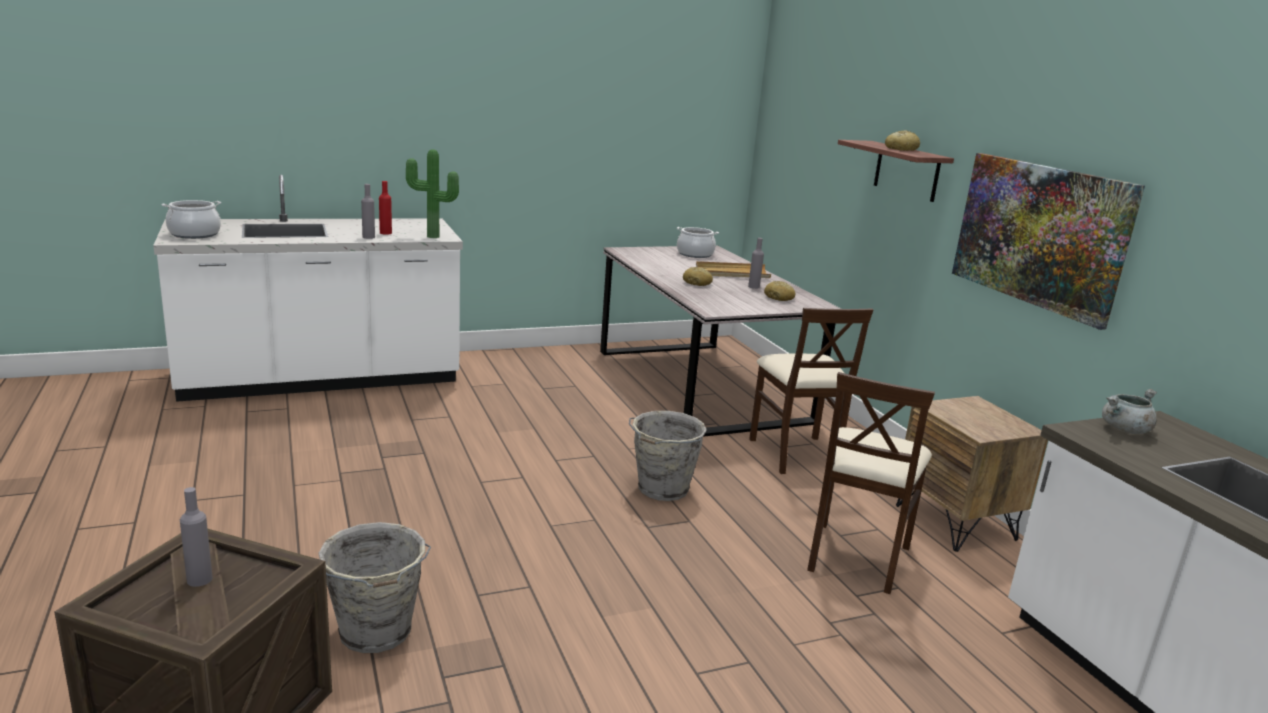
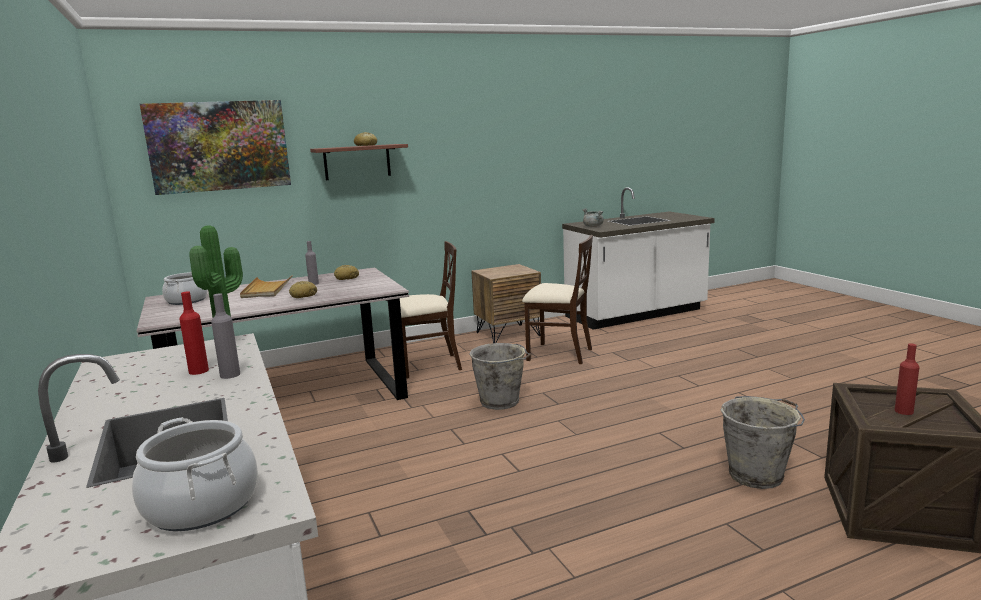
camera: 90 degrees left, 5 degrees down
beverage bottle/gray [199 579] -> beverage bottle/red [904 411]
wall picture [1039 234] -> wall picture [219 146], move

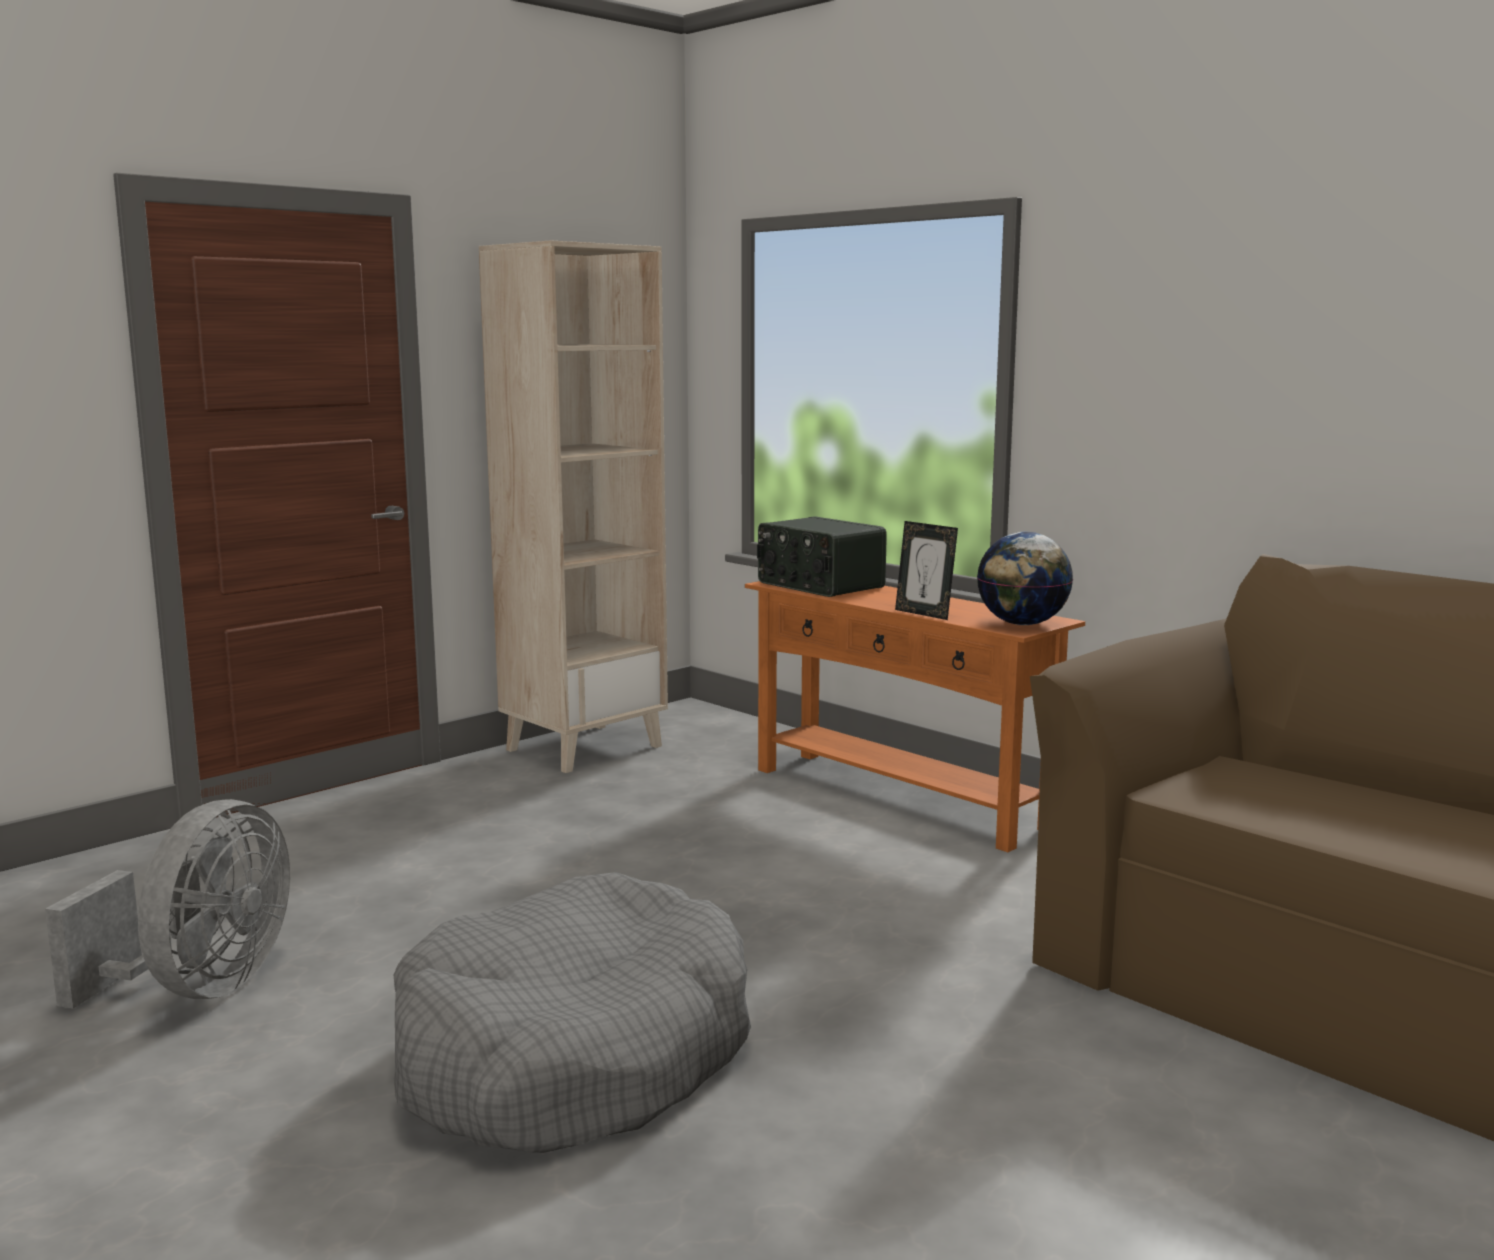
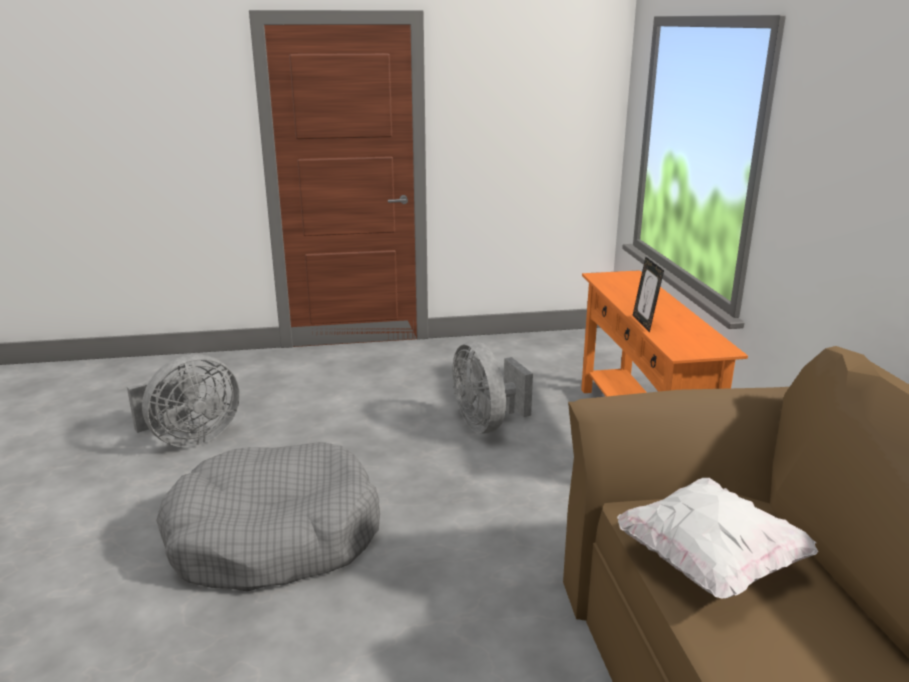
camera: 35 degrees right, 10 degrees up
bookshelf/beige-coloured [584 747] -> none
radio [819 585] -> none
world globe [1022 624] -> none
none -> fan/gray [486 424]
none -> pillow/whitish [709 563]

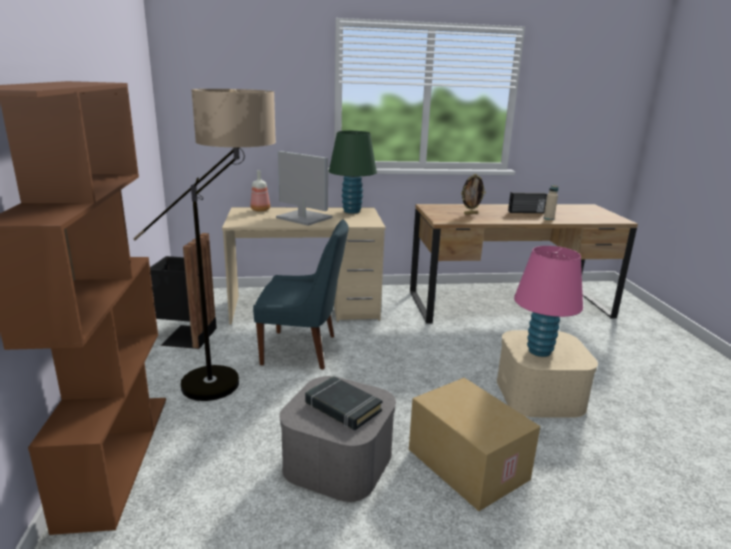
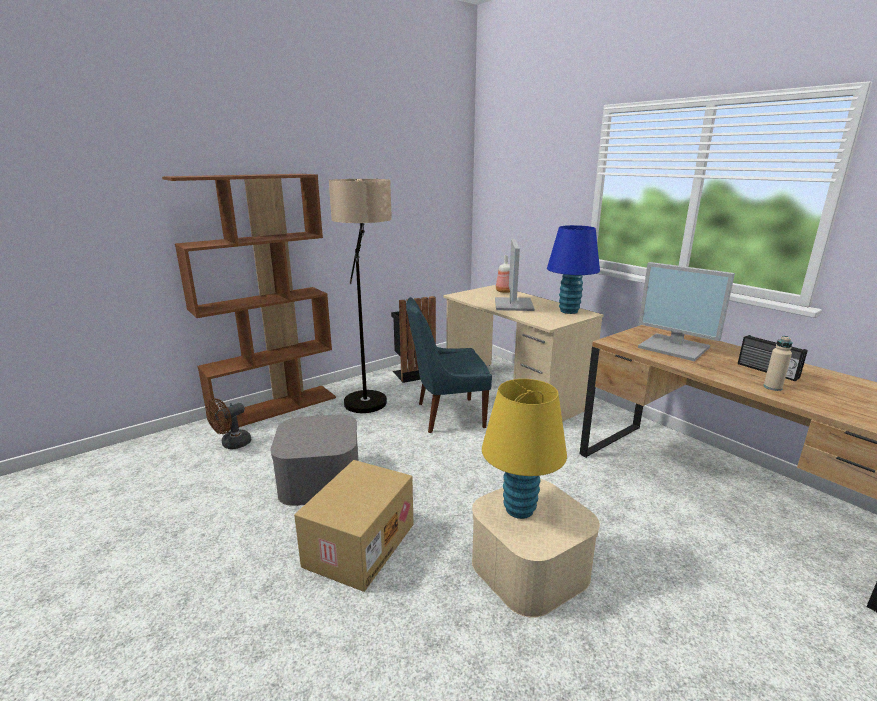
camera: 60 degrees right, 0 degrees up
chair/blue-coloured [302 350] -> chair/blue-coloured [447 415], 105 degrees clockwise
bound book/black [342 407] -> none
table lamp/greenish [351 211] -> table lamp/blue-coloured [569 311]
picture frame [470 213] -> computer screen [675 347]
table lamp/pink [539 351] -> table lamp/yellowish [519 509]
none -> fan/brown [232 444]

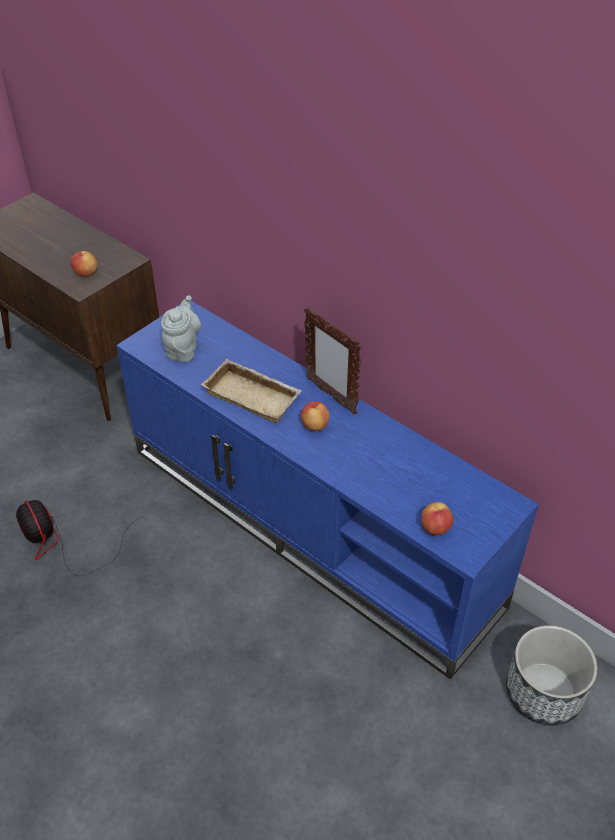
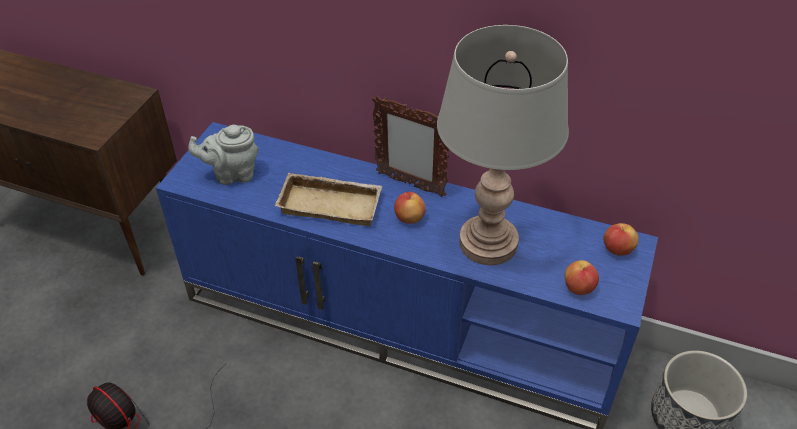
camera: 20 degrees left, 0 degrees up
whole apple [86 273] -> whole apple [617 249], move
teapot/gray [183 349] -> teapot/gray [232 174], 90 degrees counterclockwise
none -> table lamp/gray [488 243]

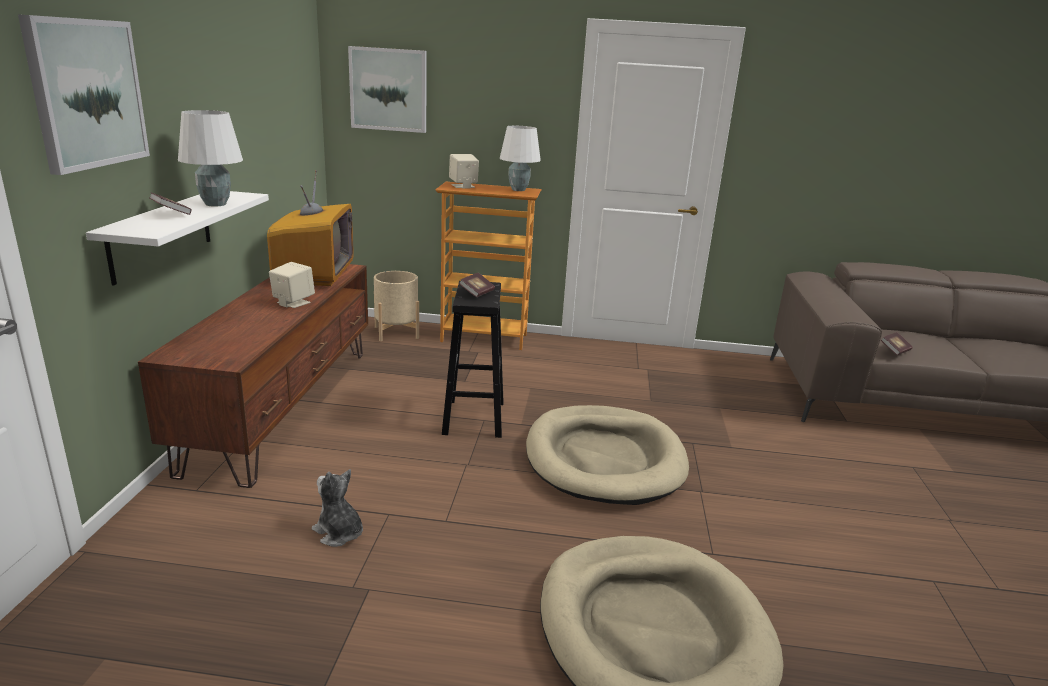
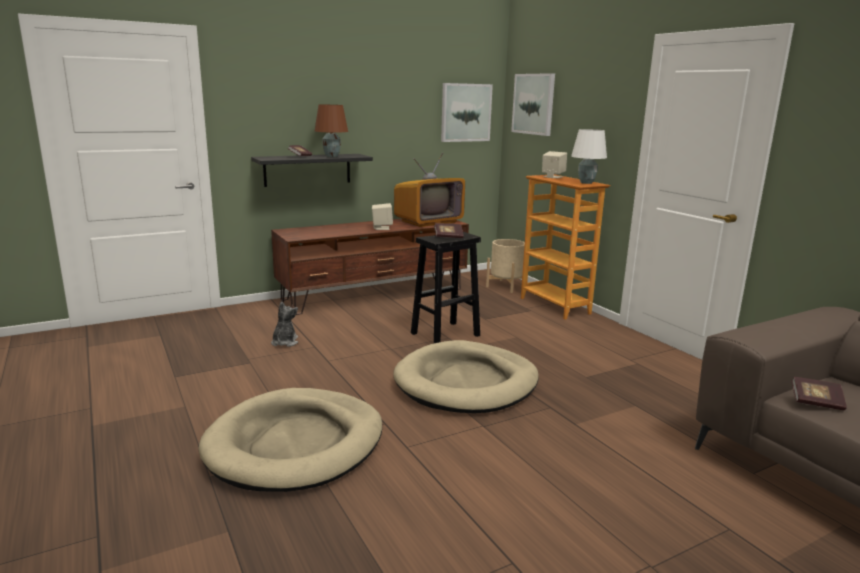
camera: 55 degrees right, 5 degrees down
wall picture [87 93] -> wall picture [465 112], move
bracket shelf/whitish [161 234] -> bracket shelf/black [307 169]
table lamp/whitish [216 204] -> table lamp/brown [332 156]

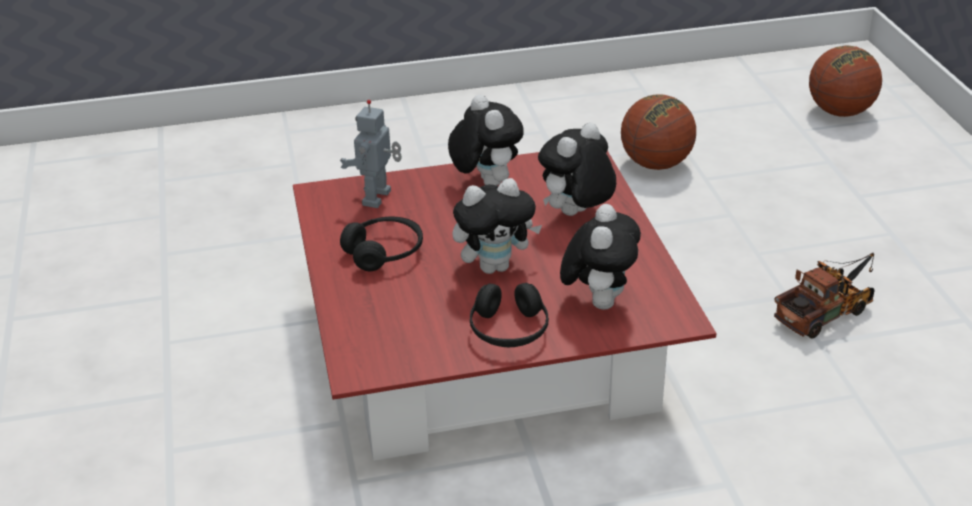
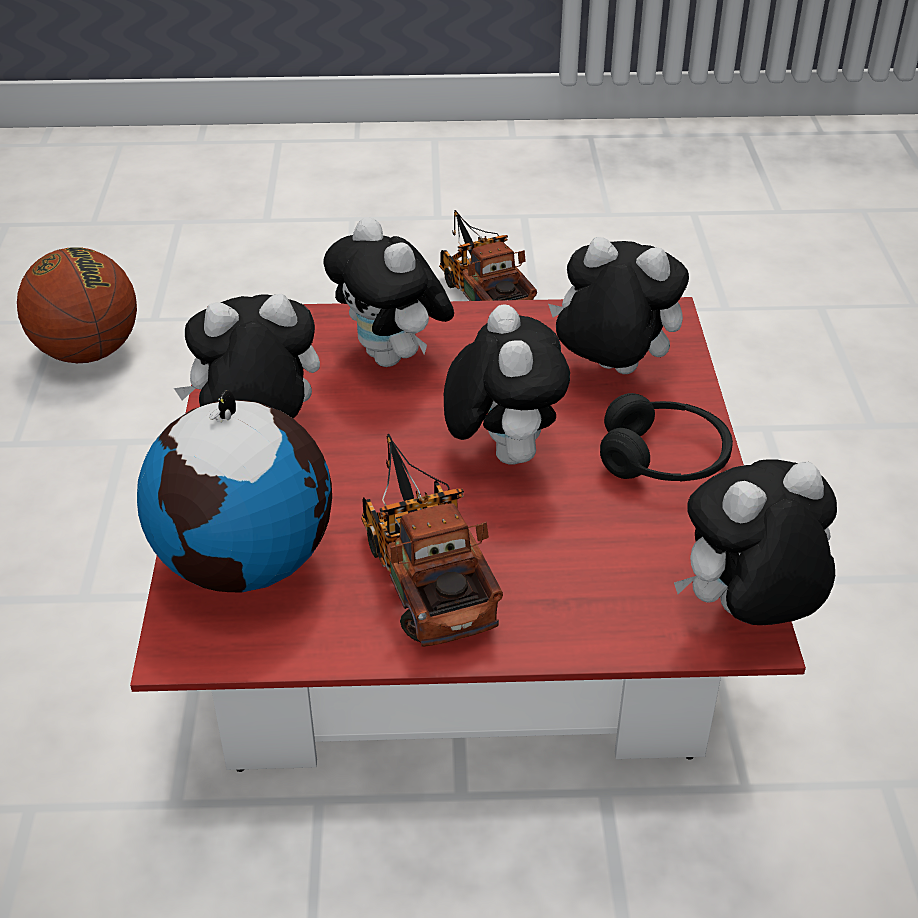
camera: 80 degrees left, 5 degrees up
model robot [378 198] -> world globe [248 563]
headset/black [384 252] -> toy truck [424 570]
ball for basketball [840 112] -> none
none -> cuddly toy [746 615]

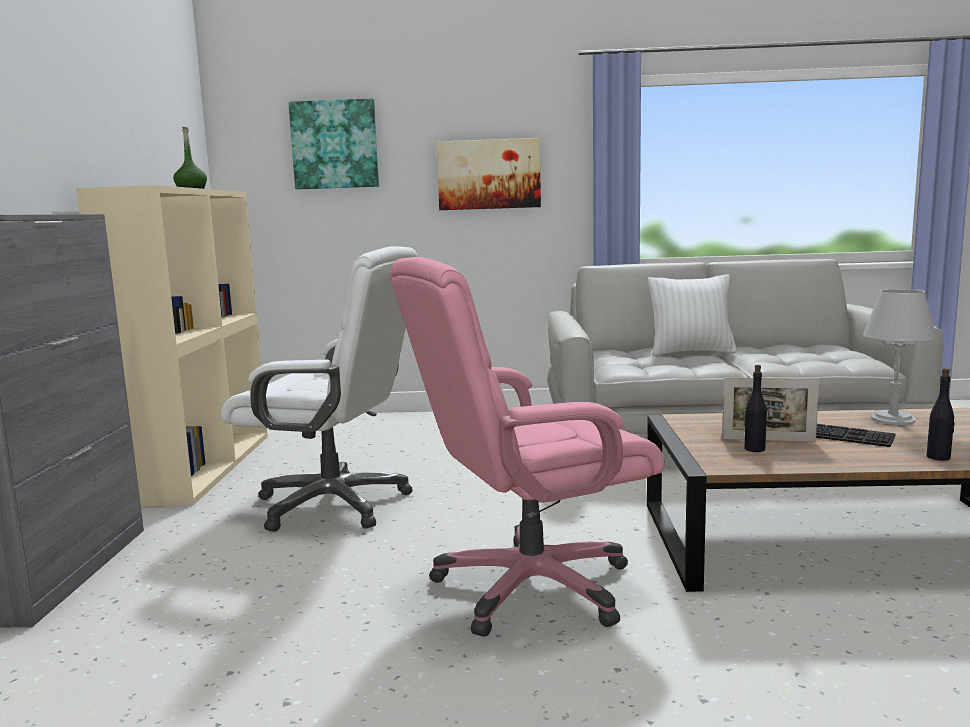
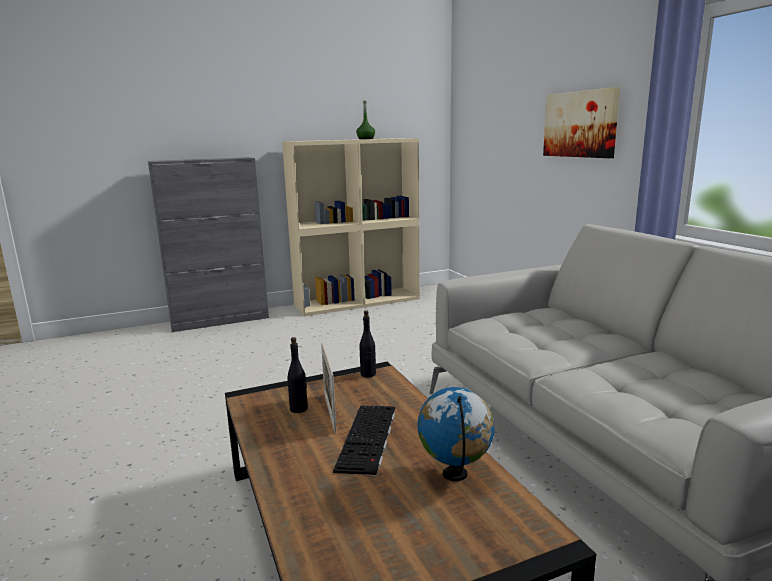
camera: 65 degrees right, 5 degrees up
desk chair/whitish [334 504] -> none
wall picture [335 144] -> none
desk chair/pink [530 588] -> none
pillow/whitish [691 352] -> none
table lamp/gray [892 419] -> world globe [455 474]
beverage bottle/black [938 457] -> beverage bottle/black [368 374], move

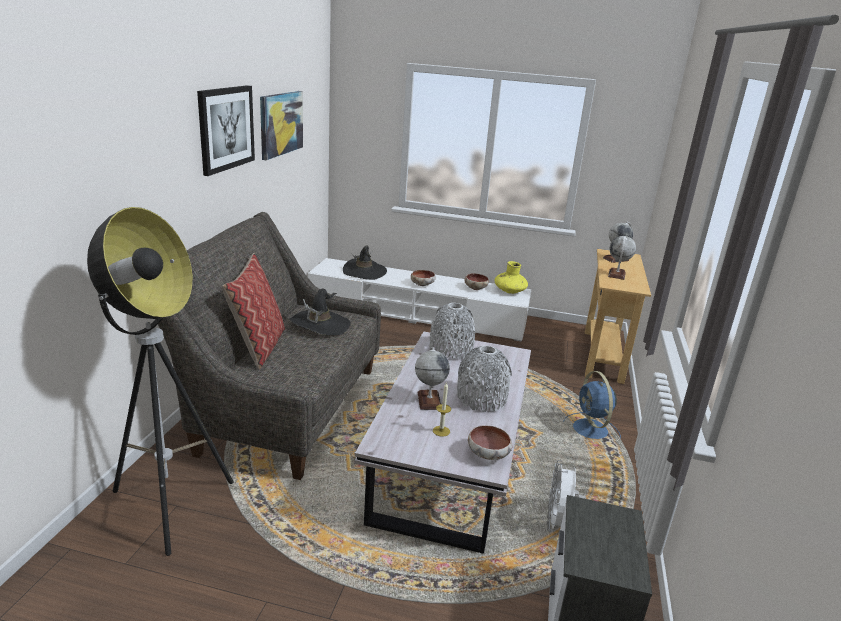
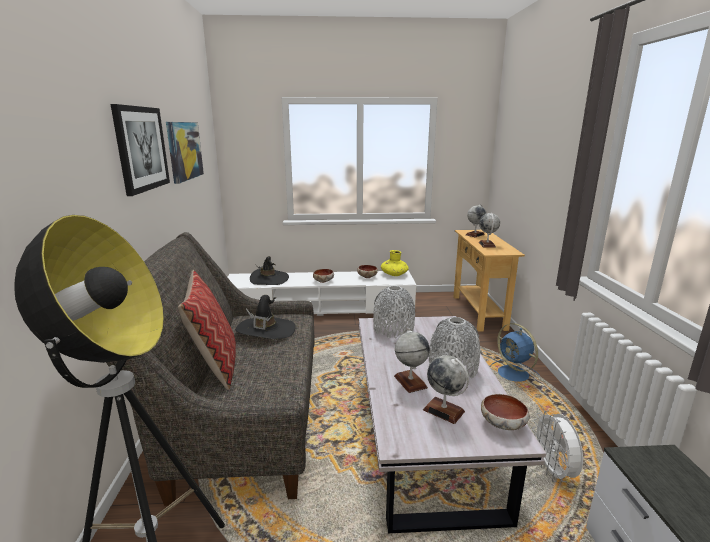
camera: 15 degrees left, 5 degrees down
wax light [441 431] -> world globe [444 410]

